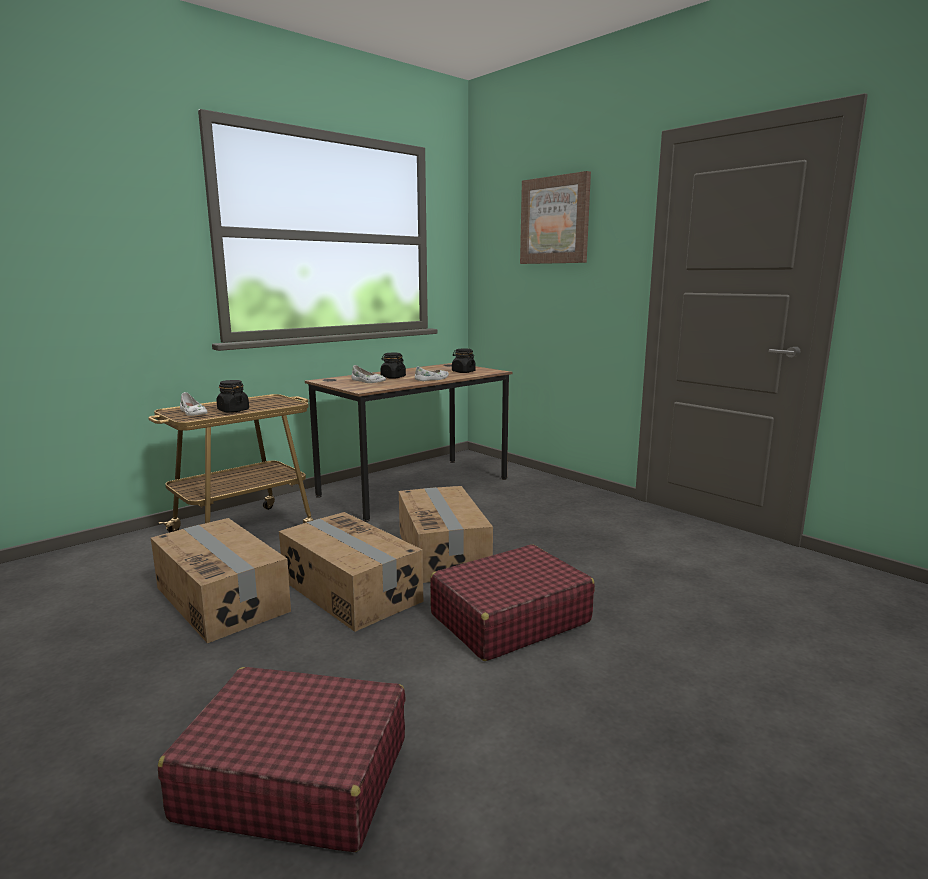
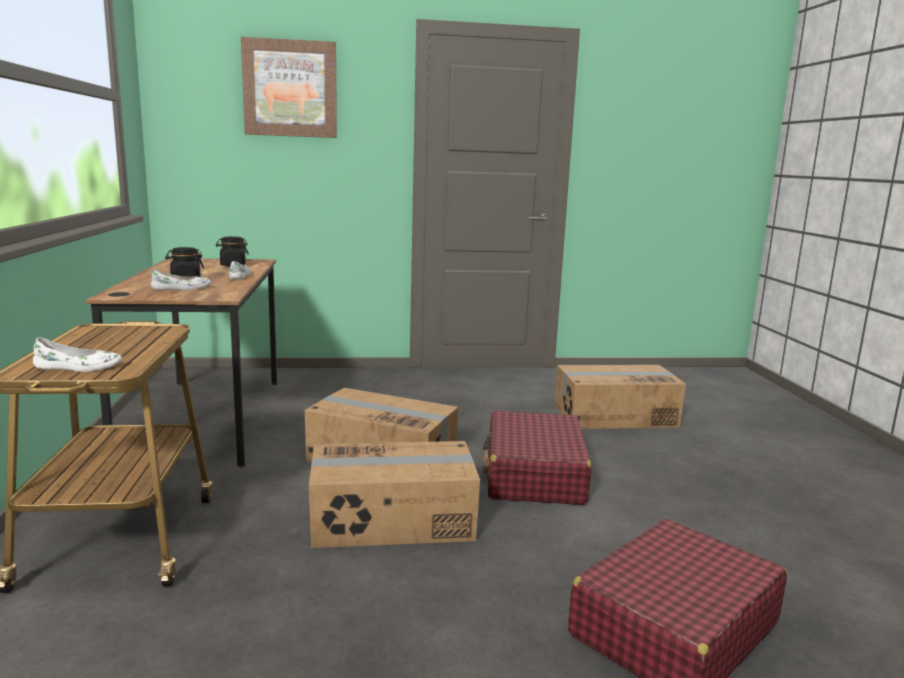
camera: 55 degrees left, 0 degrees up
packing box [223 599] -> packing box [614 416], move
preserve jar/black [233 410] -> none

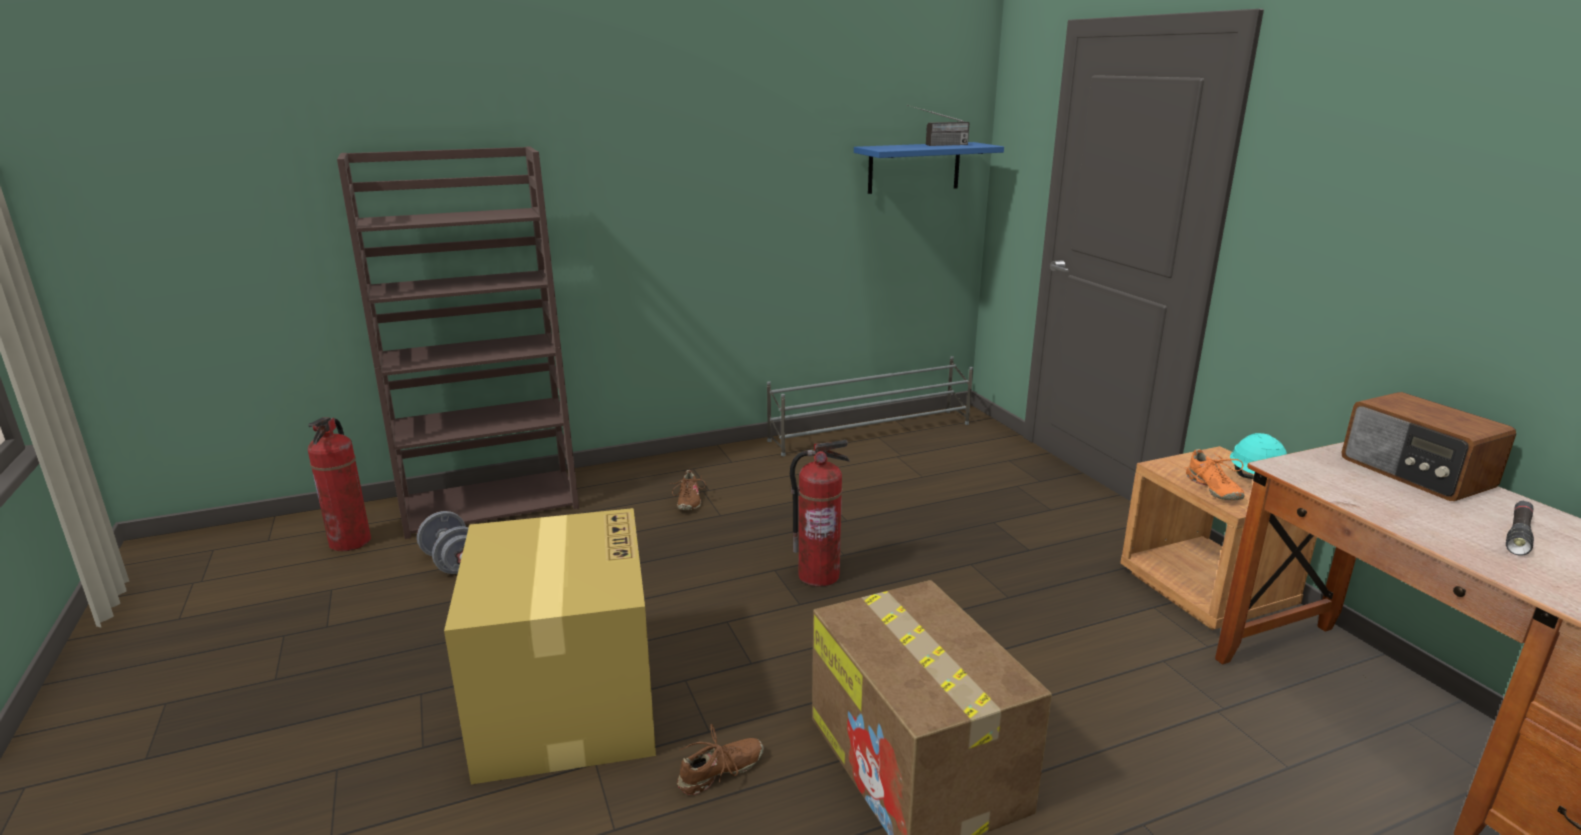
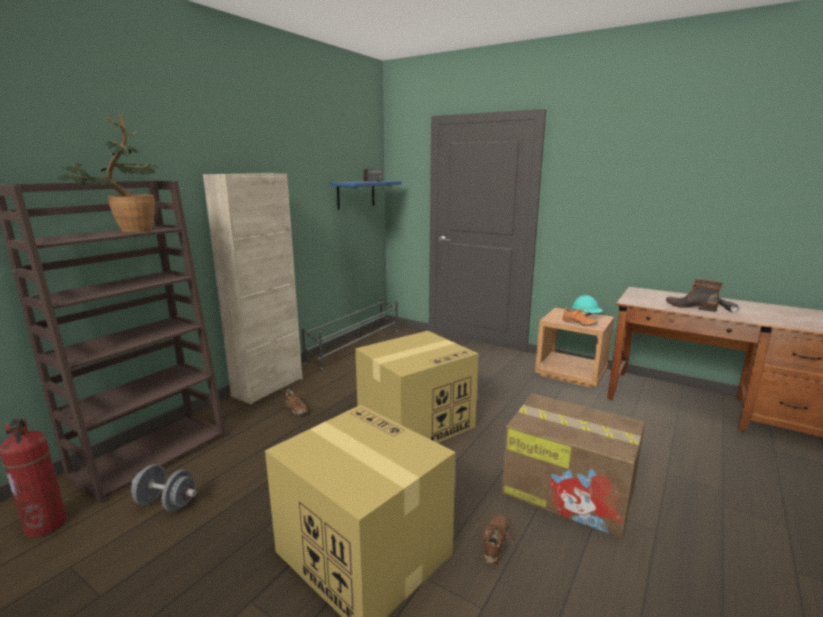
camera: 35 degrees left, 5 degrees down
extinguisher [819 575] -> packing box [416 423]
radio [1415 473] -> none
none -> plant in a pot [128 231]
none -> cabinet/beige-coloured [268 387]
none -> high-top boot [690 306]

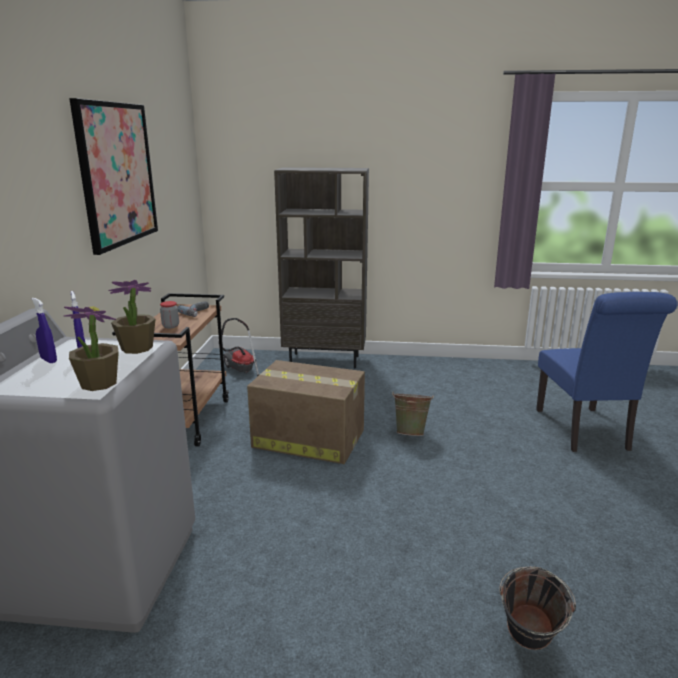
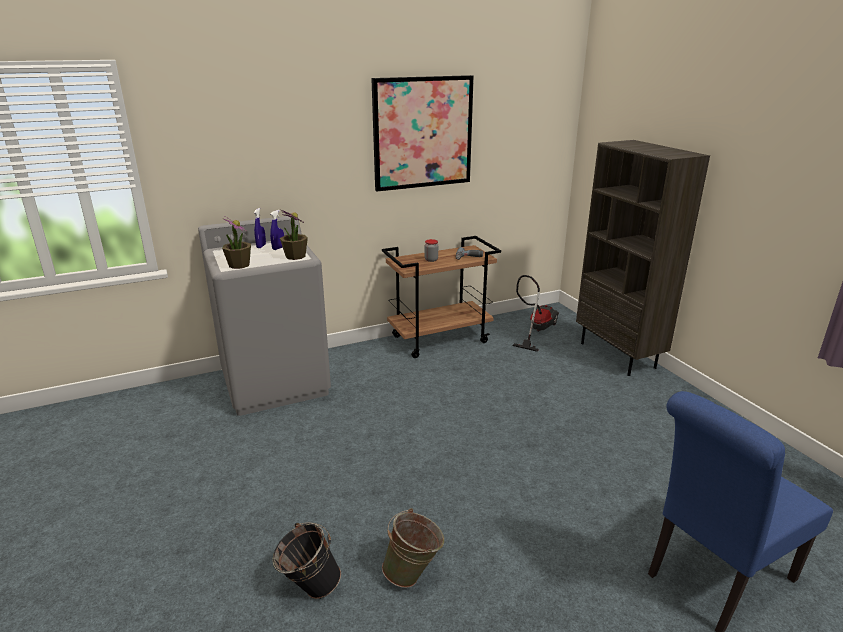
camera: 60 degrees right, 5 degrees up
packing box [307 438] -> none
bucket/greenish [411 433] -> bucket/greenish [413 574], move

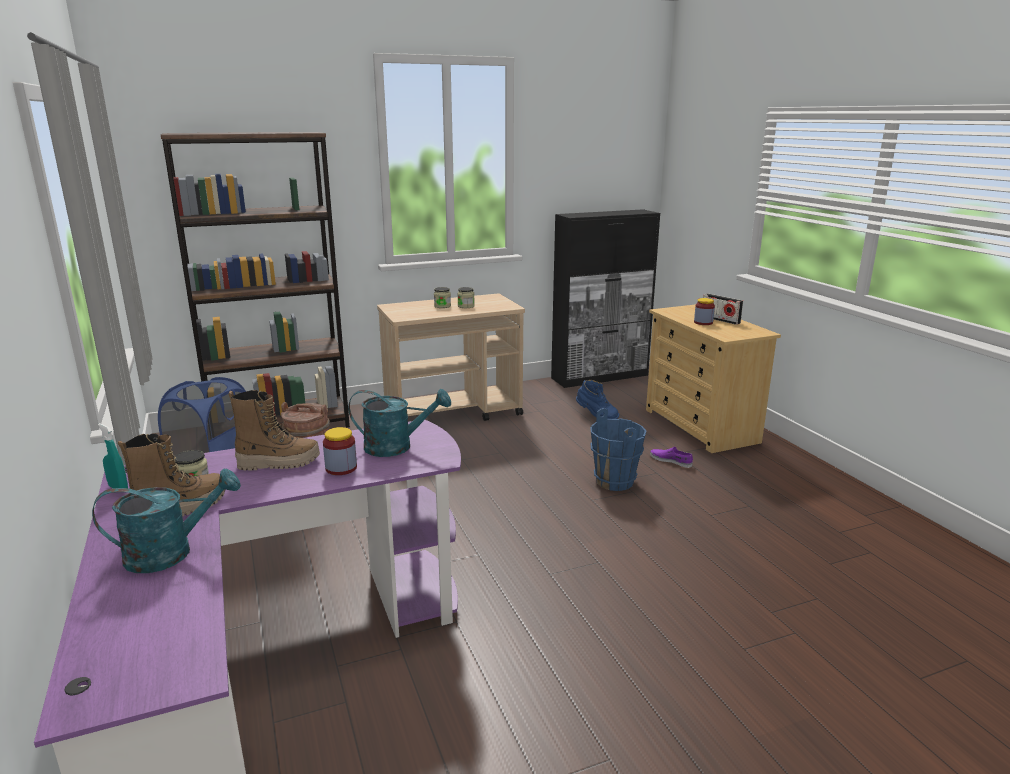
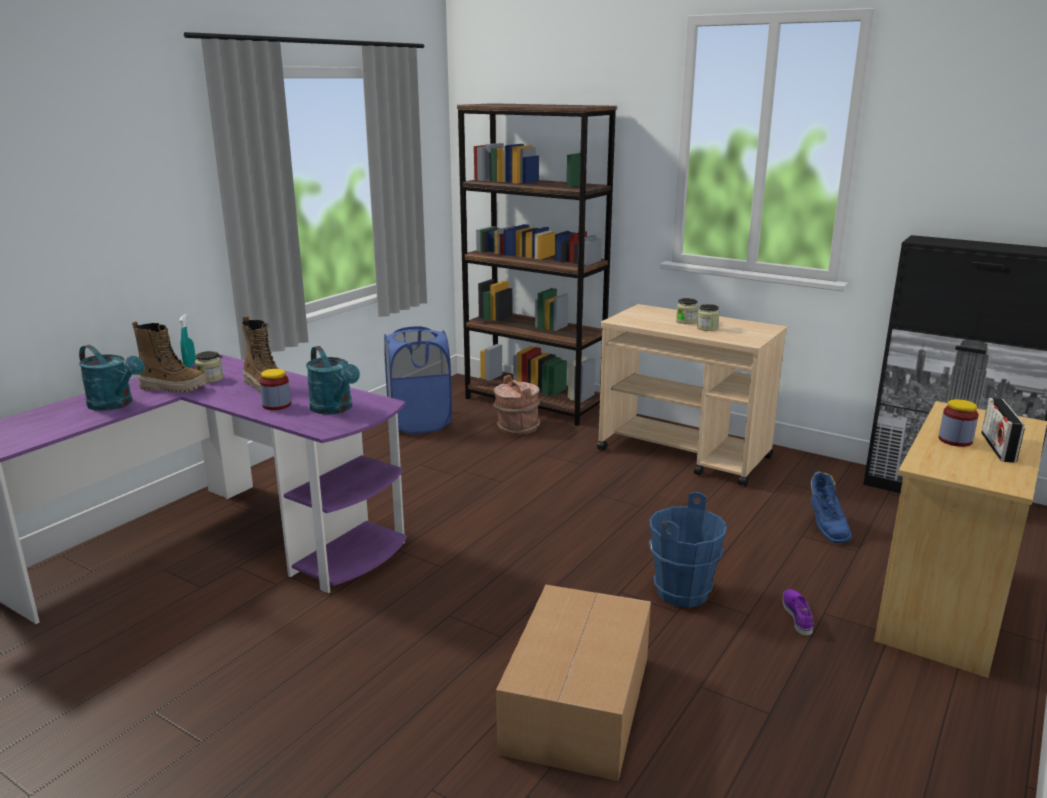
camera: 55 degrees right, 0 degrees up
none -> packing box [575 705]

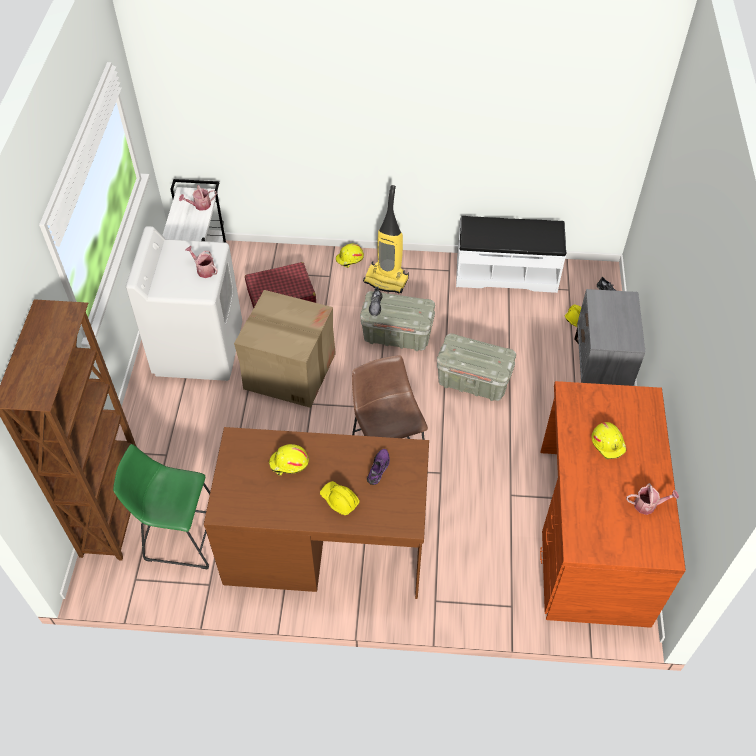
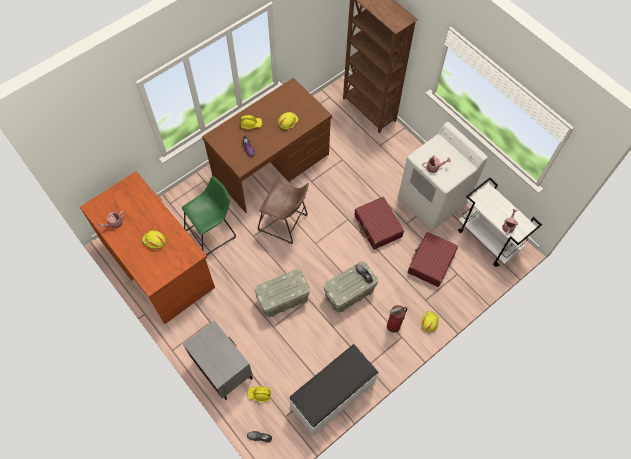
camera: 135 degrees right, 10 degrees up
stool/greenish [179 536] -> stool/greenish [213 232], move
packing box [289 370] -> travel case/red [378 226]
hoover [387 280] -> extinguisher [393 326]

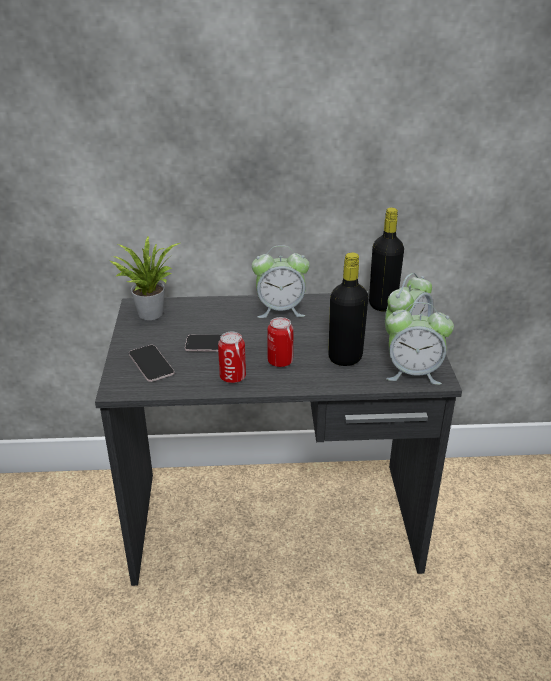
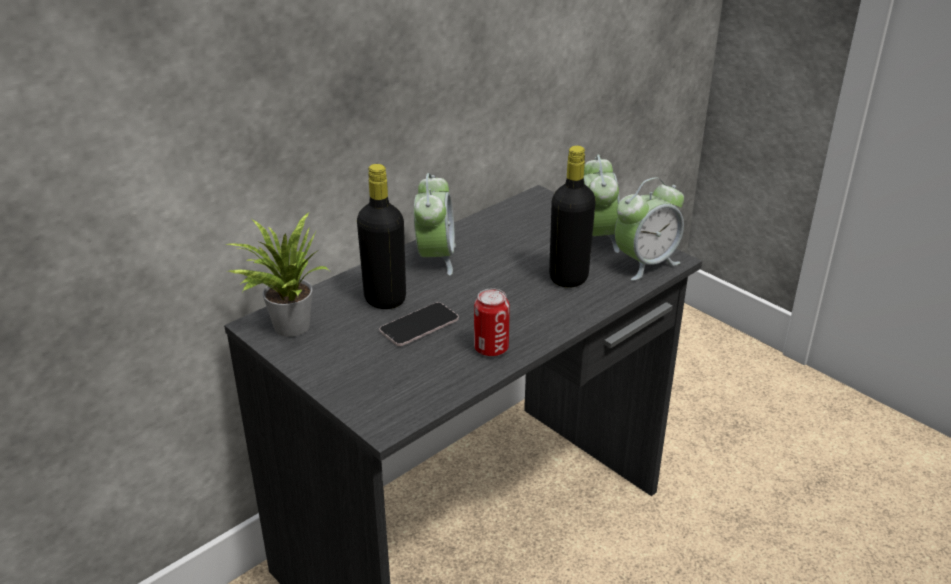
camera: 40 degrees left, 0 degrees up
phone [151 364] -> none
alarm clock [280 310] -> alarm clock [435 258], 45 degrees counterclockwise
metal can [280 361] -> none
beverage bottle/black [382 305] -> beverage bottle/black [385 299], move

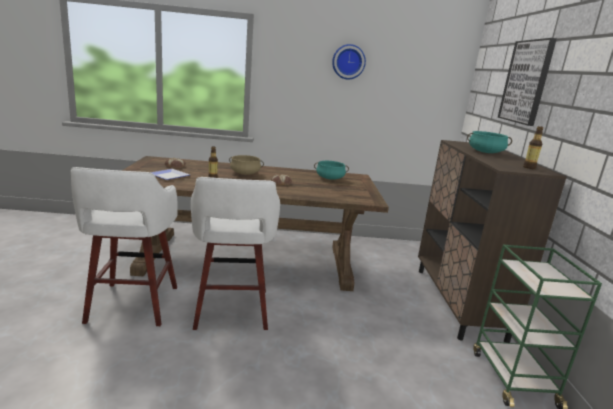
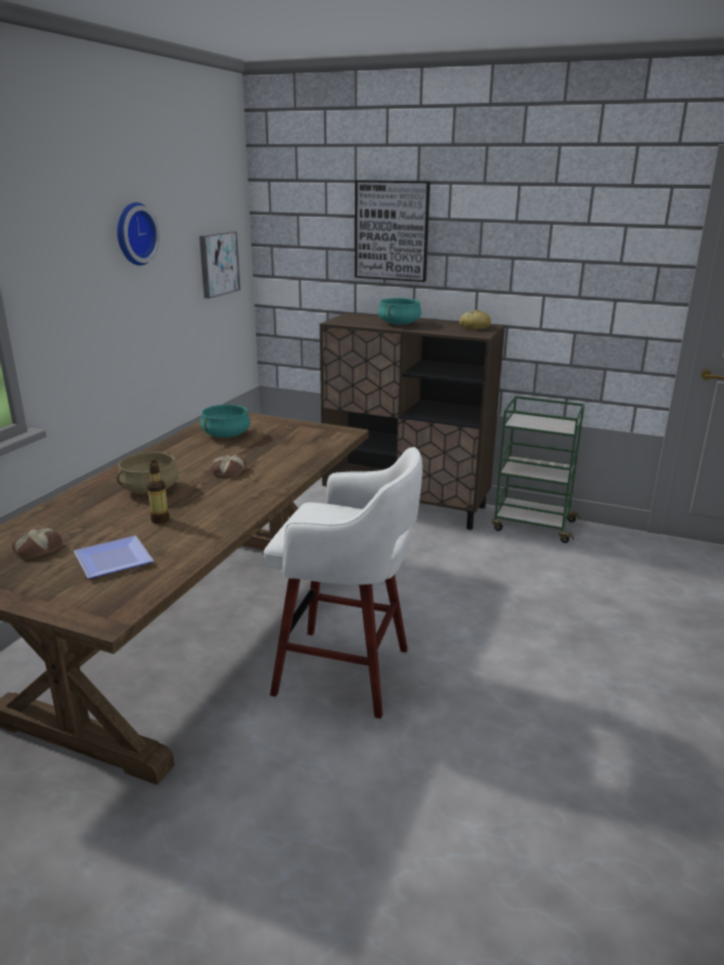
camera: 65 degrees left, 5 degrees up
stool/whitish [132 306] -> none
beverage bottle [529 167] -> bakery bread [474 327]
none -> wall picture [218 264]

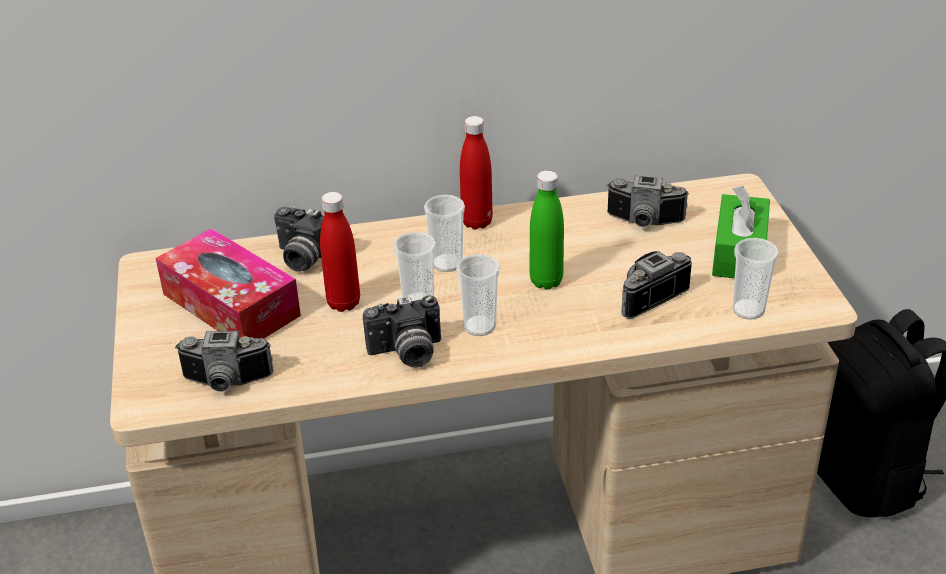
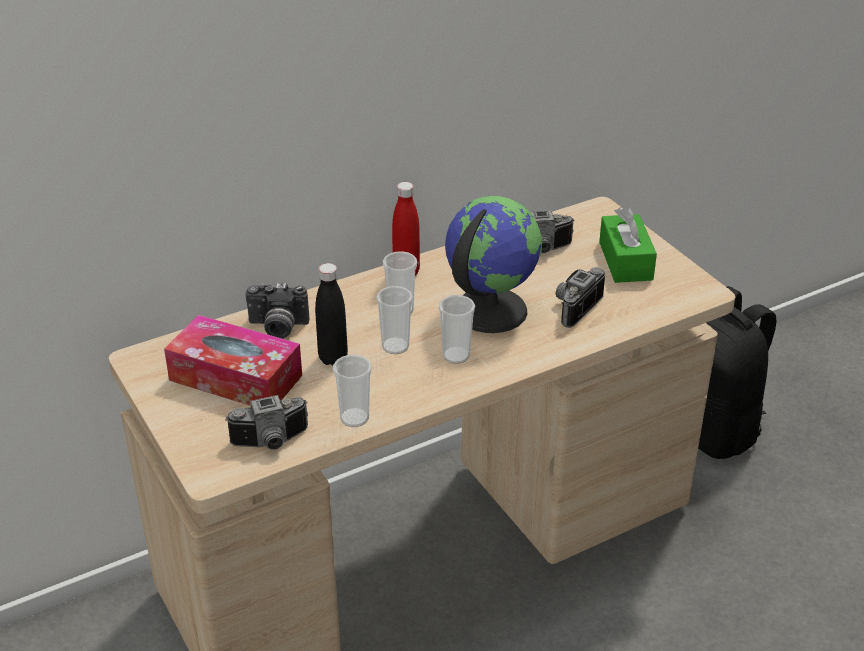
camera: 20 degrees left, 0 degrees up
beverage bottle/red [343 303] -> beverage bottle/black [333 358]
photo camera [407 354] -> none
beverage bottle/greenish [546 281] -> world globe [489 310]
drinking cup [748 310] -> drinking cup [354 418], move

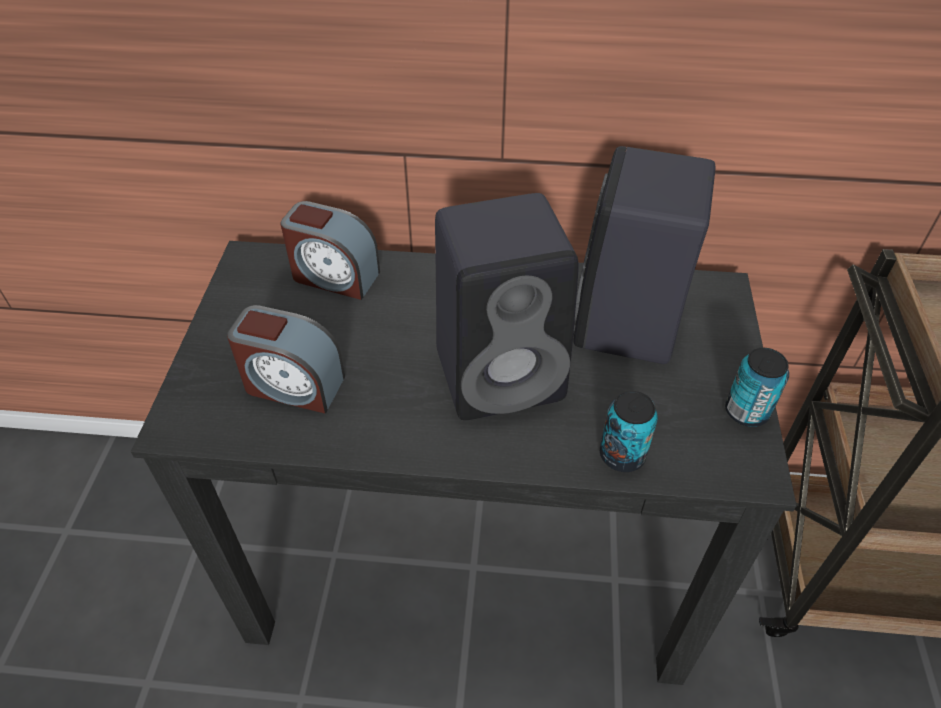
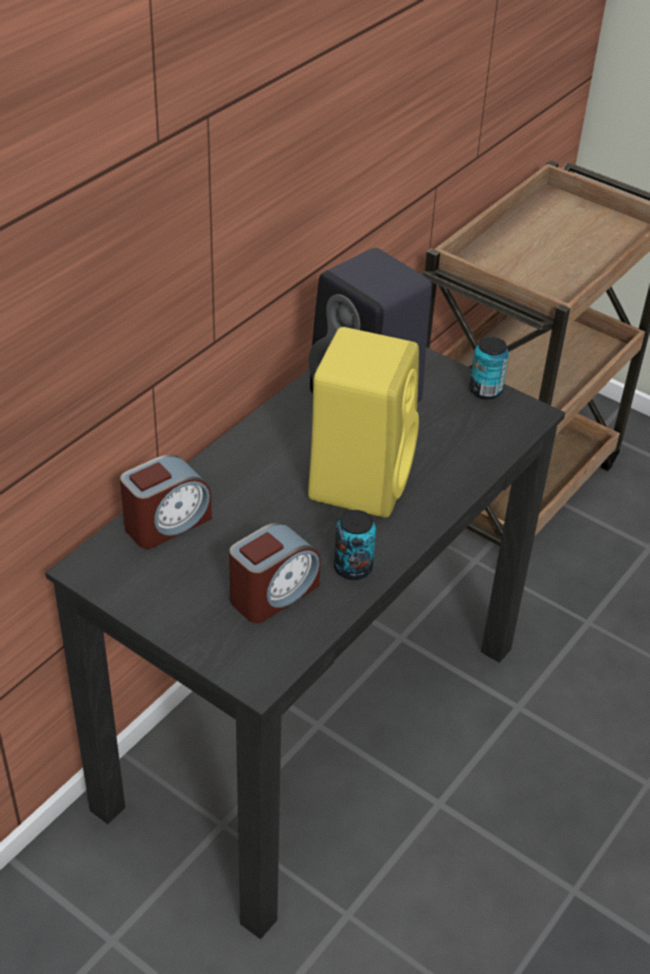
camera: 60 degrees left, 5 degrees down
audio speaker/black [503 373] -> audio speaker/yellowish [360 478]
metal can [622 455] -> metal can [353 568], move

